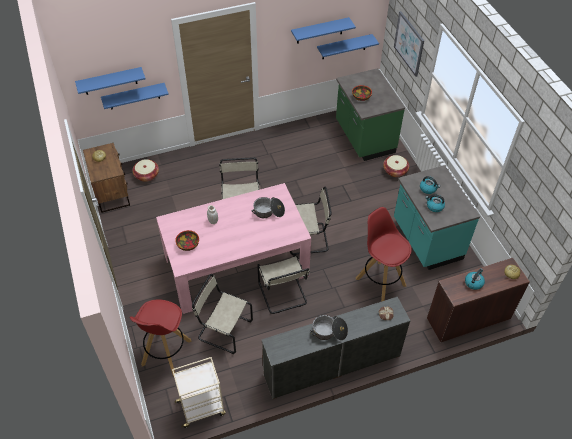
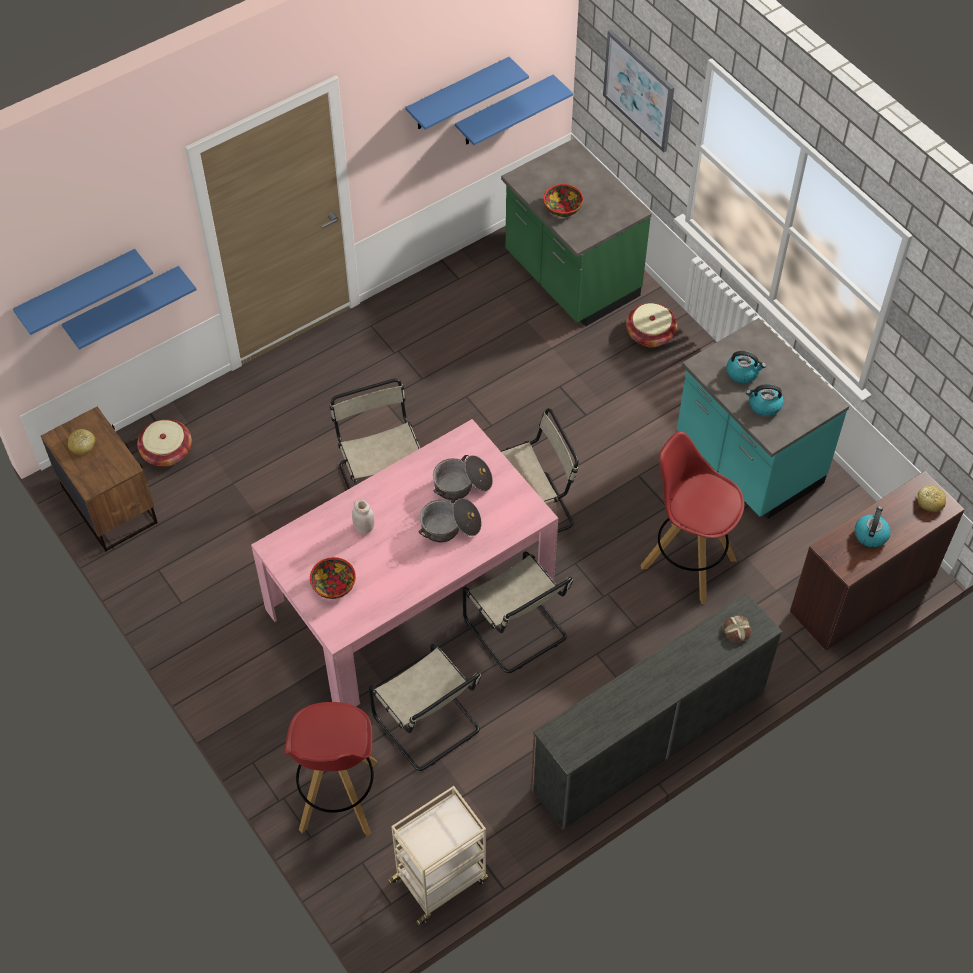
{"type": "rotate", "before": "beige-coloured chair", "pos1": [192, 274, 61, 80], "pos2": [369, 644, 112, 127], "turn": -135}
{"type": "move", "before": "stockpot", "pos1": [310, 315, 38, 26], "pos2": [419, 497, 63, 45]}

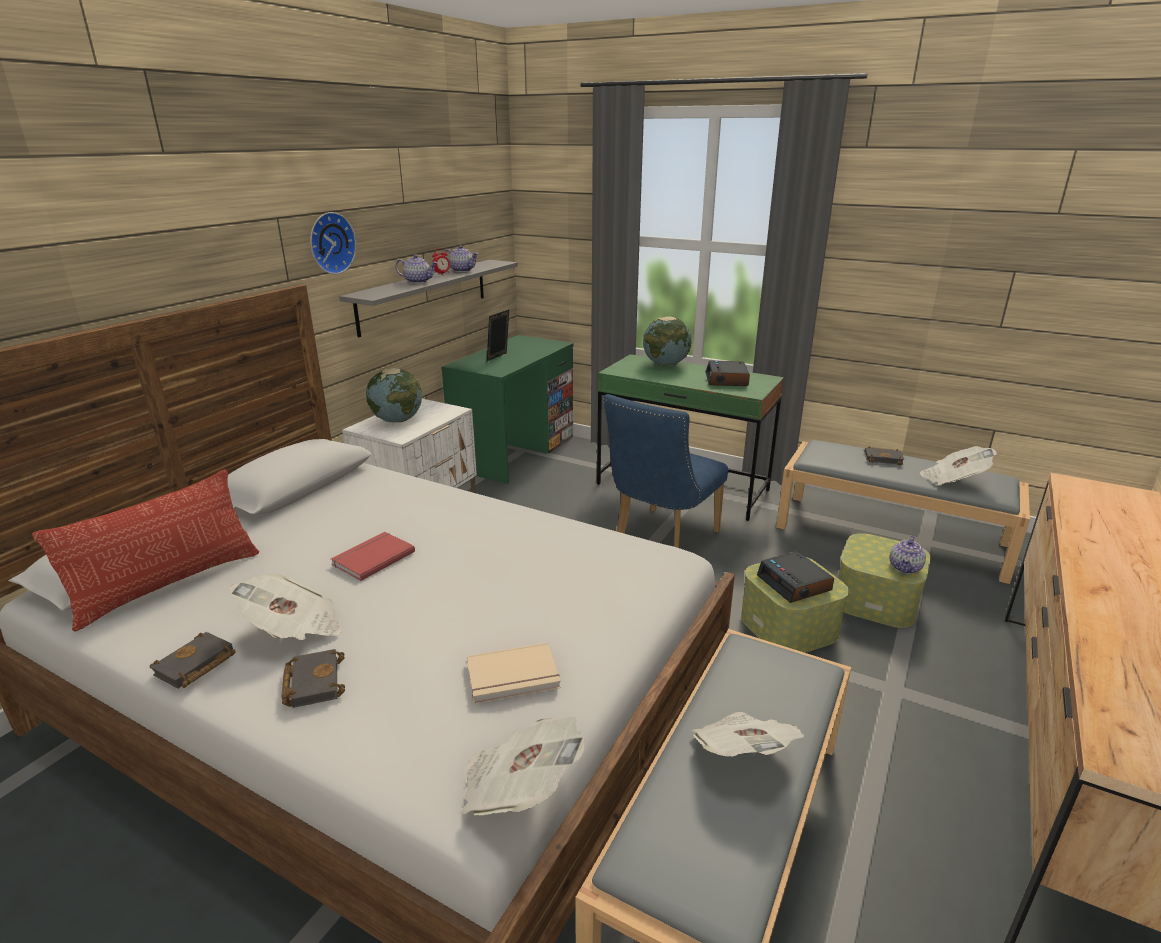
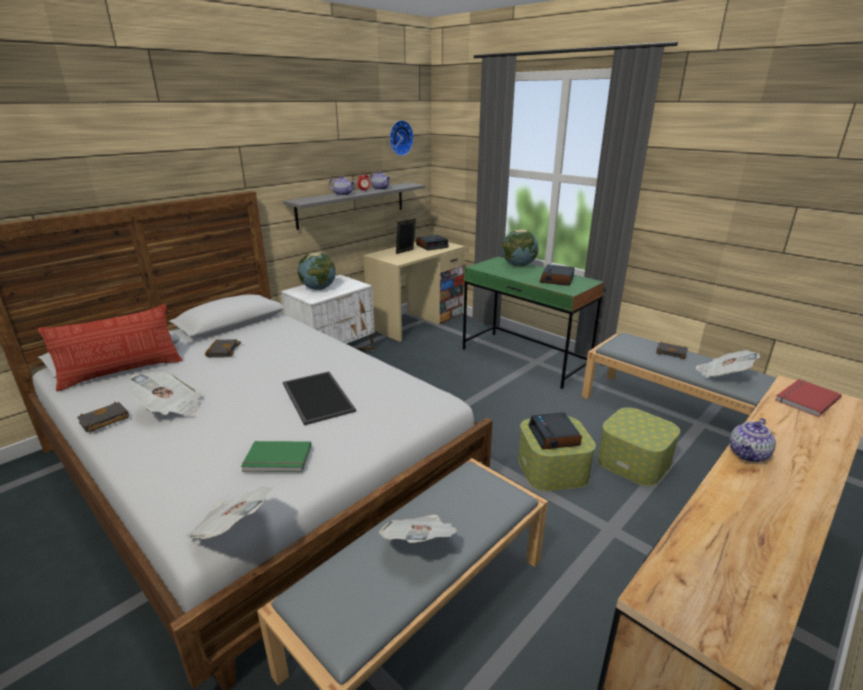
{"type": "move", "before": "hanging clock", "pos1": [310, 212, 46, 62], "pos2": [389, 120, 25, 36]}
{"type": "recolor", "before": "greenish desk unit", "after": "beige-coloured desk unit", "pos1": [441, 335, 132, 149], "pos2": [363, 242, 102, 100]}
{"type": "delete", "before": "bluish chair", "pos1": [603, 394, 125, 154]}
{"type": "move", "before": "reddish volume", "pos1": [331, 532, 84, 49], "pos2": [775, 379, 67, 38]}
{"type": "move", "before": "teapot", "pos1": [889, 536, 37, 38], "pos2": [729, 418, 47, 44]}
{"type": "recolor", "before": "beige-coloured volume", "after": "greenish volume", "pos1": [467, 643, 94, 60], "pos2": [241, 441, 70, 31]}
{"type": "move", "before": "black volume", "pos1": [281, 649, 64, 59], "pos2": [205, 339, 36, 19]}
{"type": "insert", "after": "table clock", "pos2": [416, 235, 33, 16]}
{"type": "insert", "after": "tray", "pos2": [283, 371, 73, 55]}

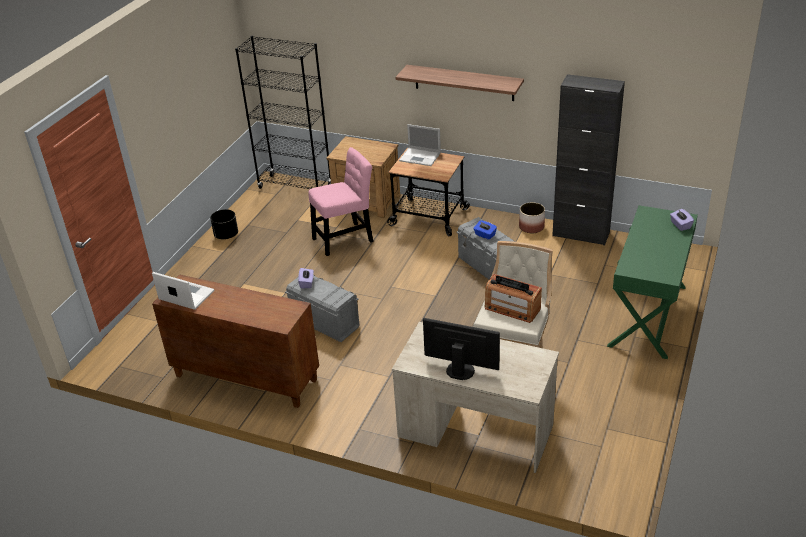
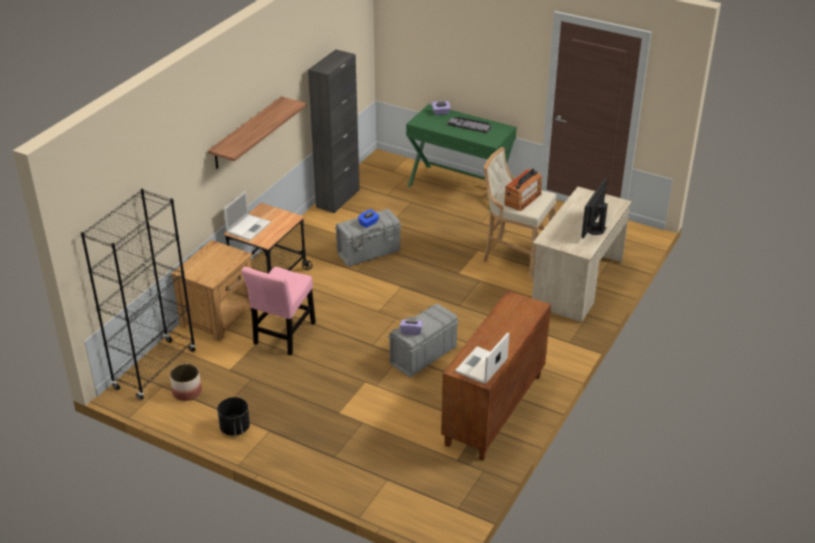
{"type": "rotate", "before": "pink-coloured chair", "pos1": [308, 147, 65, 109], "pos2": [242, 267, 74, 88], "turn": -135}
{"type": "move", "before": "plant pot", "pos1": [519, 202, 26, 31], "pos2": [170, 364, 32, 37]}
{"type": "insert", "after": "keyboard", "pos2": [447, 117, 45, 16]}

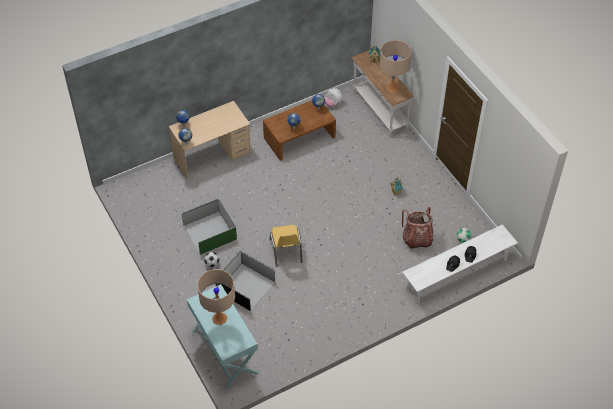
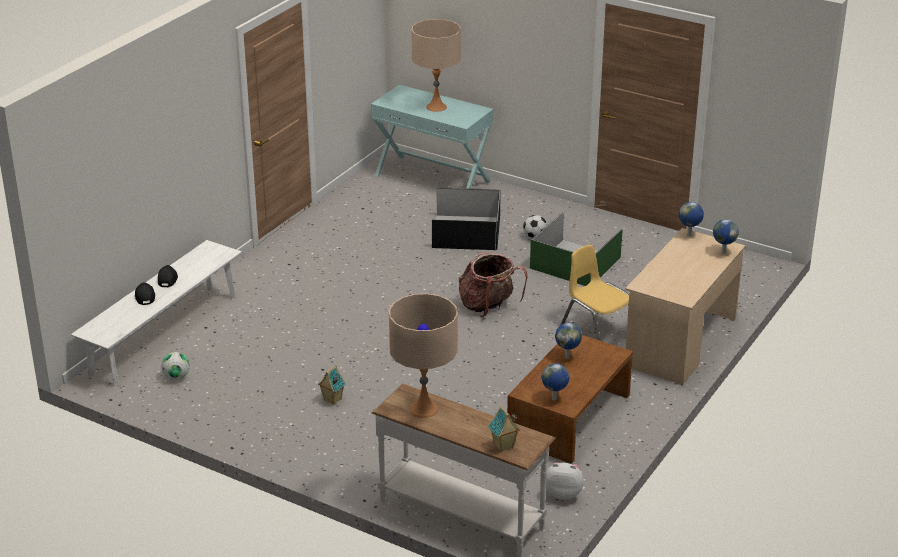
{"type": "move", "before": "knapsack", "pos1": [402, 207, 32, 42], "pos2": [459, 252, 68, 65]}
{"type": "move", "before": "yellow chair", "pos1": [270, 225, 33, 42], "pos2": [560, 245, 69, 96]}

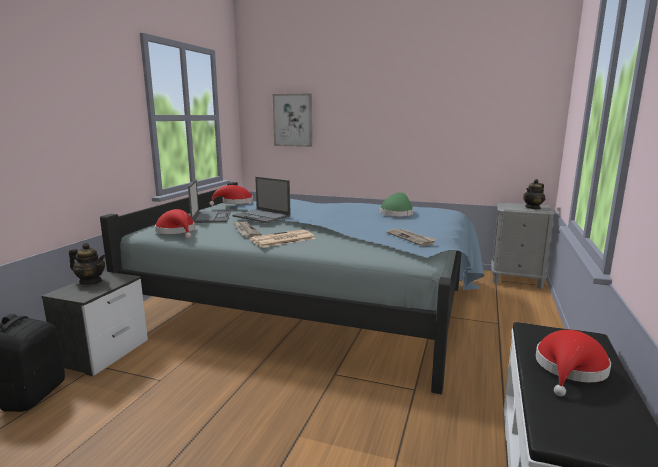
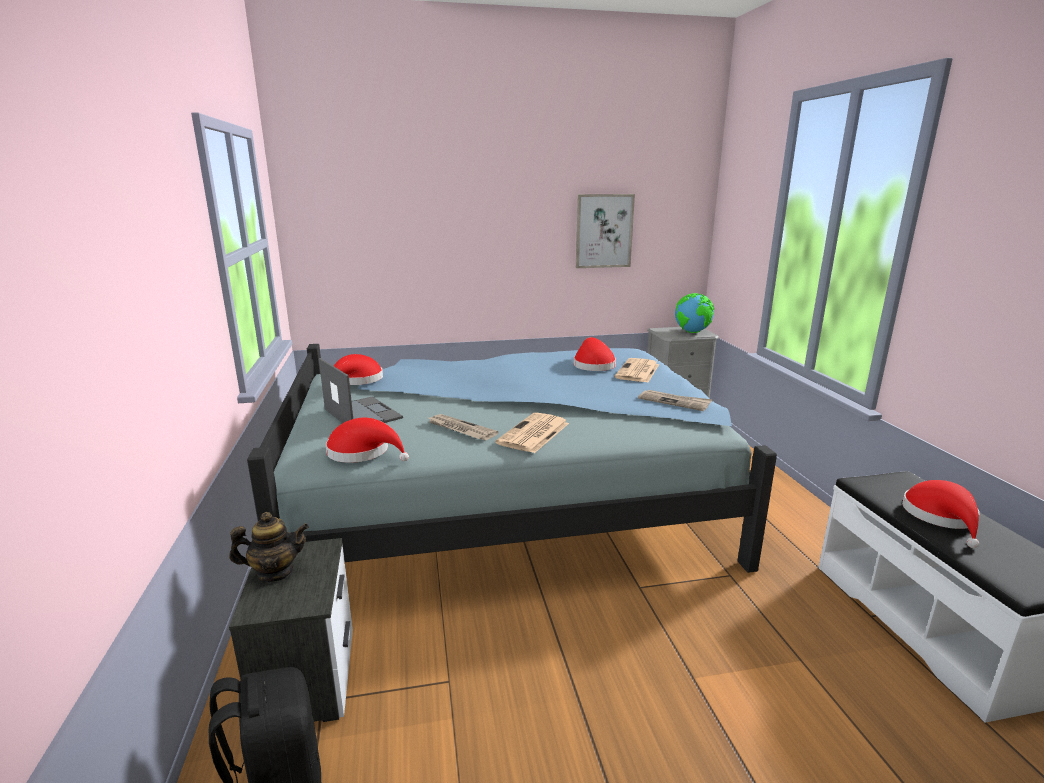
{"type": "move", "before": "wall picture", "pos1": [273, 93, 39, 54], "pos2": [576, 194, 59, 74]}
{"type": "delete", "before": "notebook computer", "pos1": [233, 177, 58, 46]}
{"type": "replace", "before": "teapot", "after": "world globe", "pos1": [523, 179, 22, 30], "pos2": [675, 293, 39, 40]}
{"type": "recolor", "before": "greenish wearable hat", "after": "reddish wearable hat", "pos1": [380, 192, 33, 25], "pos2": [574, 337, 42, 34]}
{"type": "insert", "after": "newspaper", "pos2": [615, 358, 44, 24]}

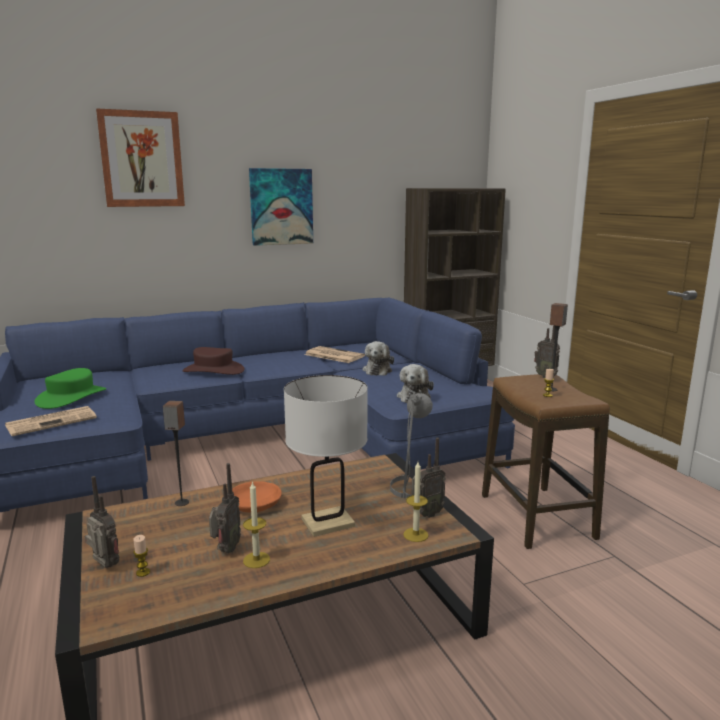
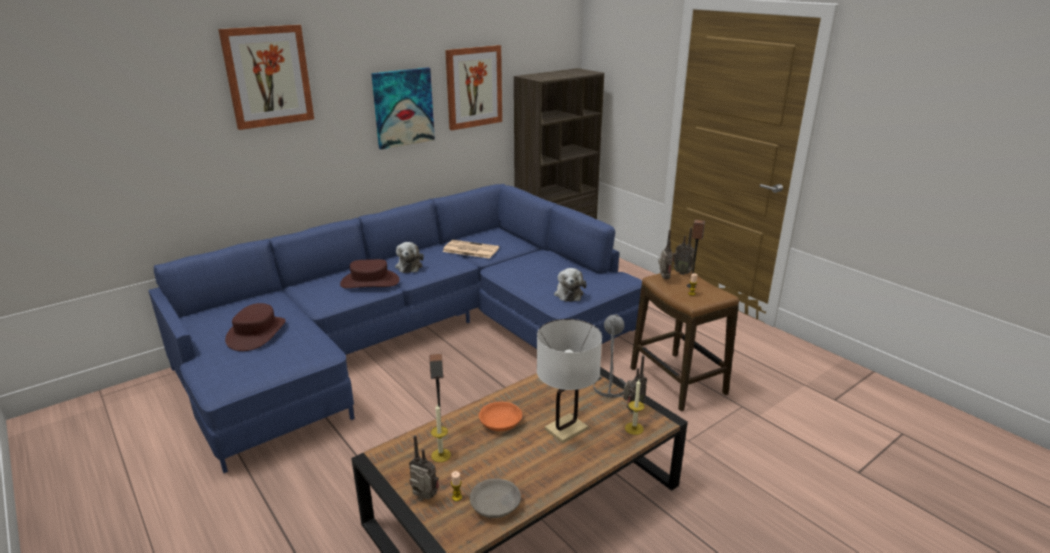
{"type": "move", "before": "soft toy", "pos1": [363, 341, 31, 35], "pos2": [395, 242, 29, 31]}
{"type": "recolor", "before": "greenish wearable hat", "after": "brown wearable hat", "pos1": [35, 368, 71, 41], "pos2": [225, 303, 61, 48]}
{"type": "delete", "before": "newspaper", "pos1": [5, 406, 92, 30]}
{"type": "move", "before": "radio set", "pos1": [209, 463, 32, 90], "pos2": [658, 230, 15, 49]}
{"type": "move", "before": "wax light", "pos1": [243, 481, 27, 87], "pos2": [431, 404, 20, 58]}
{"type": "insert", "after": "wall picture", "pos2": [445, 45, 57, 85]}
{"type": "insert", "after": "greyish bowl", "pos2": [470, 478, 51, 40]}

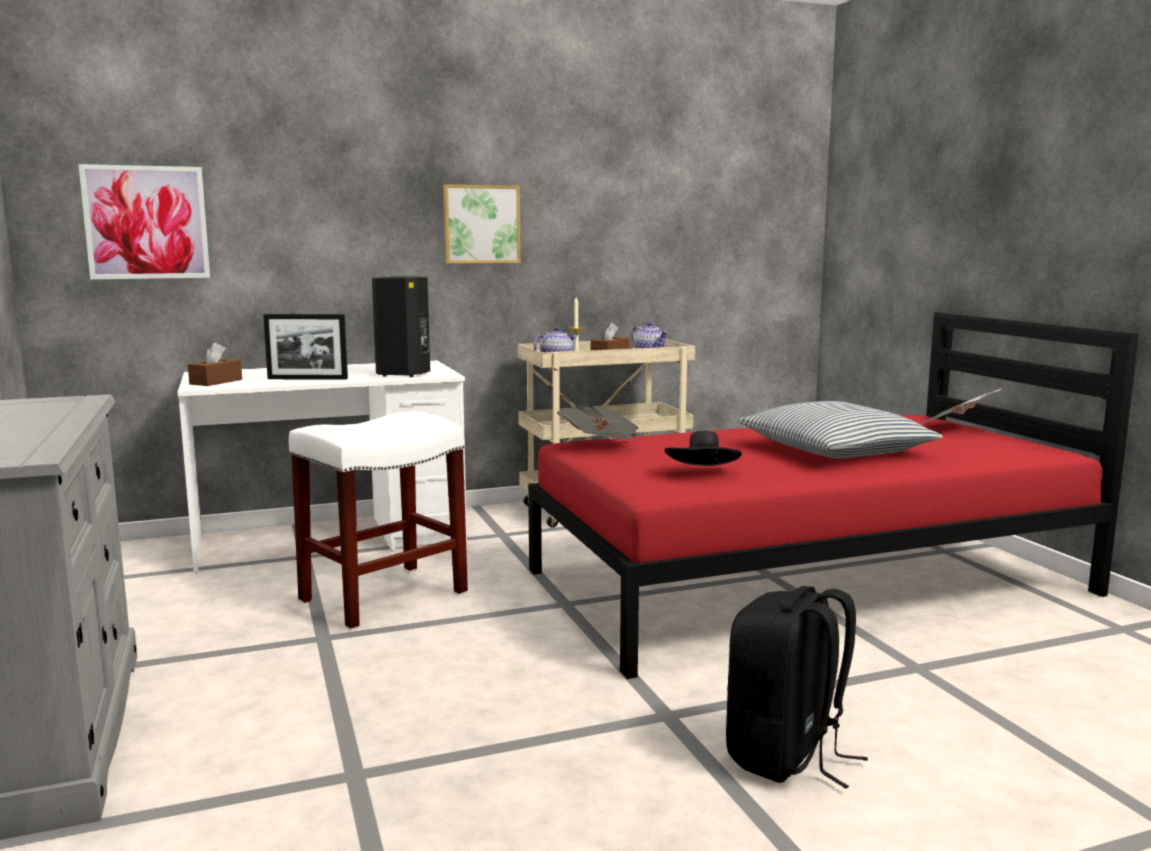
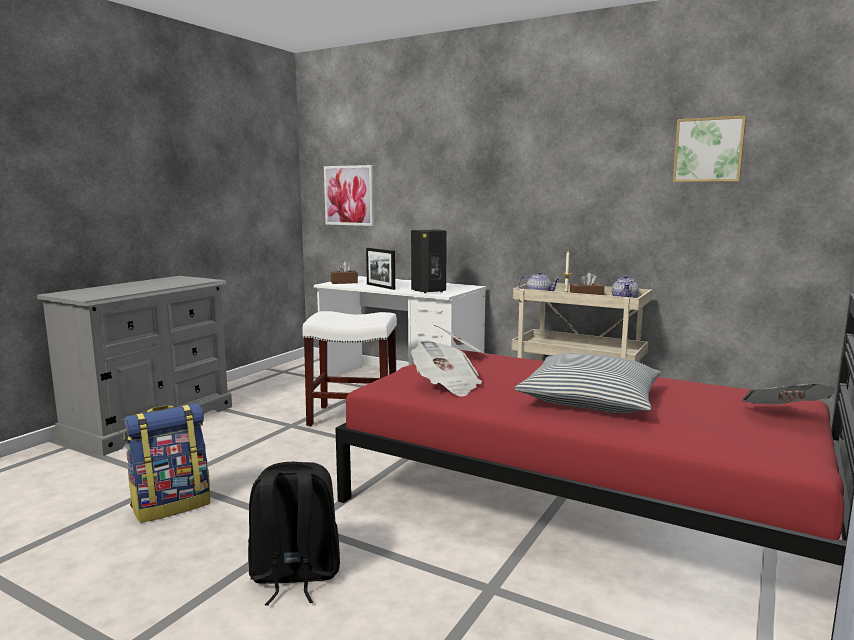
{"type": "move", "before": "wall picture", "pos1": [443, 184, 78, 79], "pos2": [673, 115, 73, 67]}
{"type": "replace", "before": "black wearable hat", "after": "newspaper", "pos1": [665, 431, 77, 35], "pos2": [411, 340, 71, 57]}
{"type": "insert", "after": "knapsack", "pos2": [124, 404, 86, 119]}

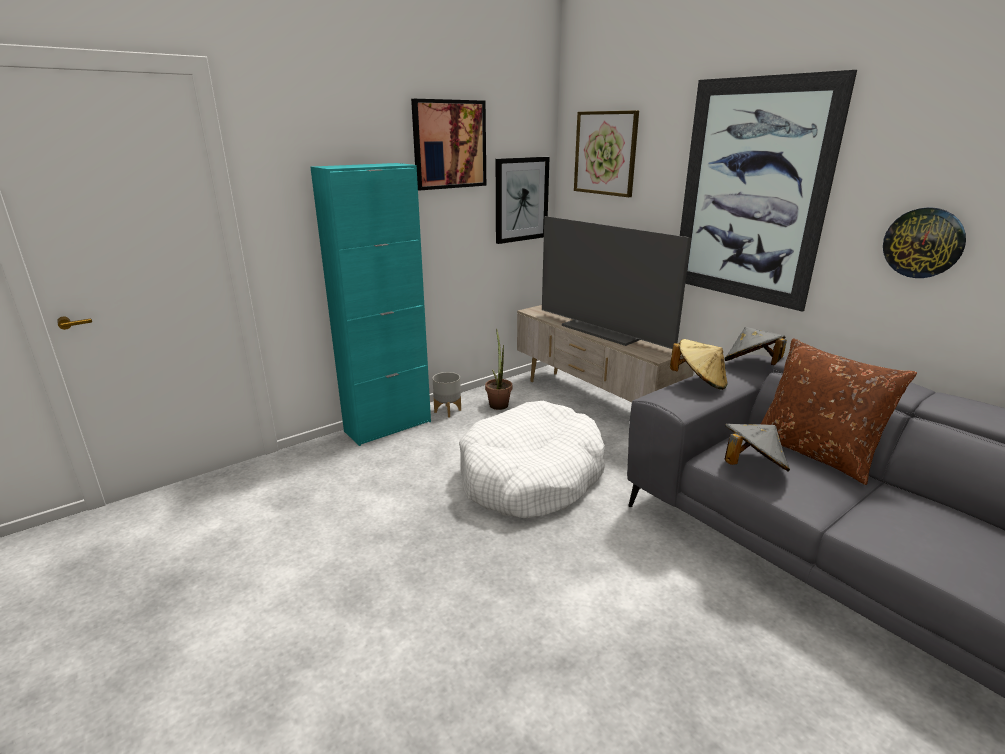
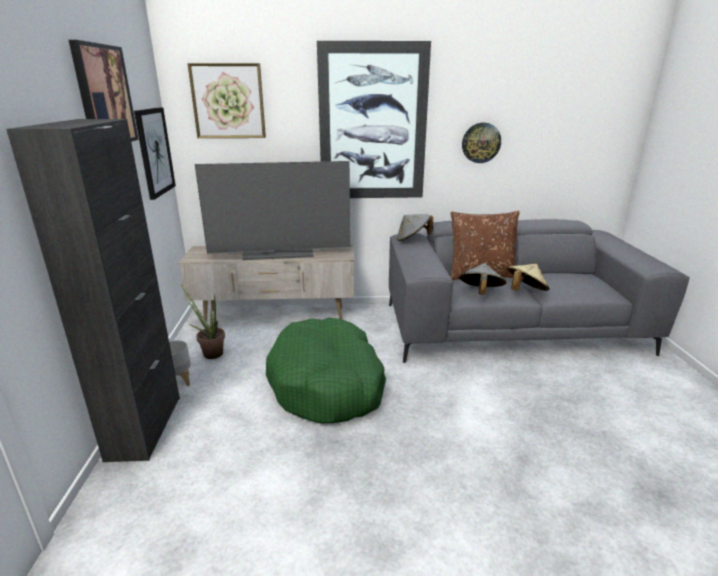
{"type": "recolor", "before": "blue-green cupboard", "after": "black cupboard", "pos1": [310, 163, 121, 283], "pos2": [6, 119, 174, 343]}
{"type": "move", "before": "beige-coloured wearable hat", "pos1": [670, 339, 58, 51], "pos2": [507, 264, 42, 27]}
{"type": "recolor", "before": "white dog bed", "after": "greenish dog bed", "pos1": [459, 401, 146, 117], "pos2": [266, 318, 120, 106]}

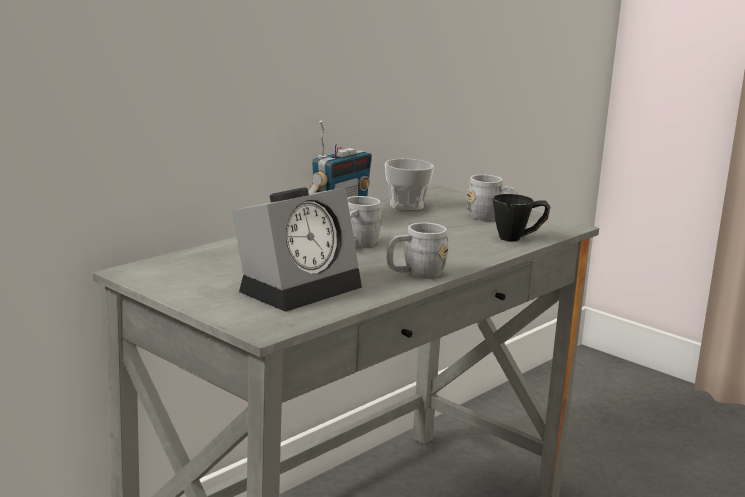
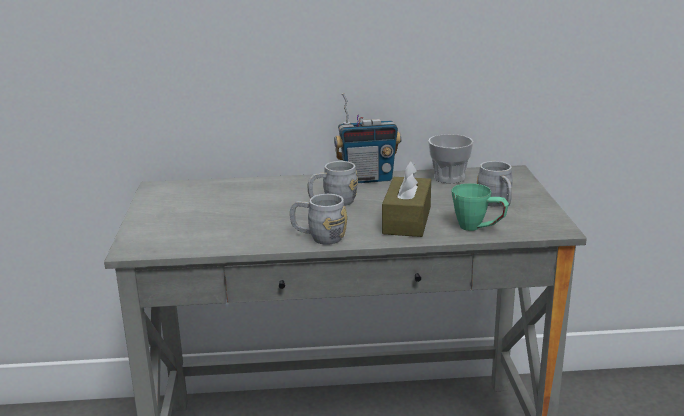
{"type": "delete", "before": "table clock", "pos1": [232, 188, 130, 124]}
{"type": "recolor", "before": "black coffee mug", "after": "greenish coffee mug", "pos1": [493, 194, 58, 47], "pos2": [452, 183, 57, 48]}
{"type": "insert", "after": "brown tissue holder", "pos2": [382, 161, 49, 76]}

